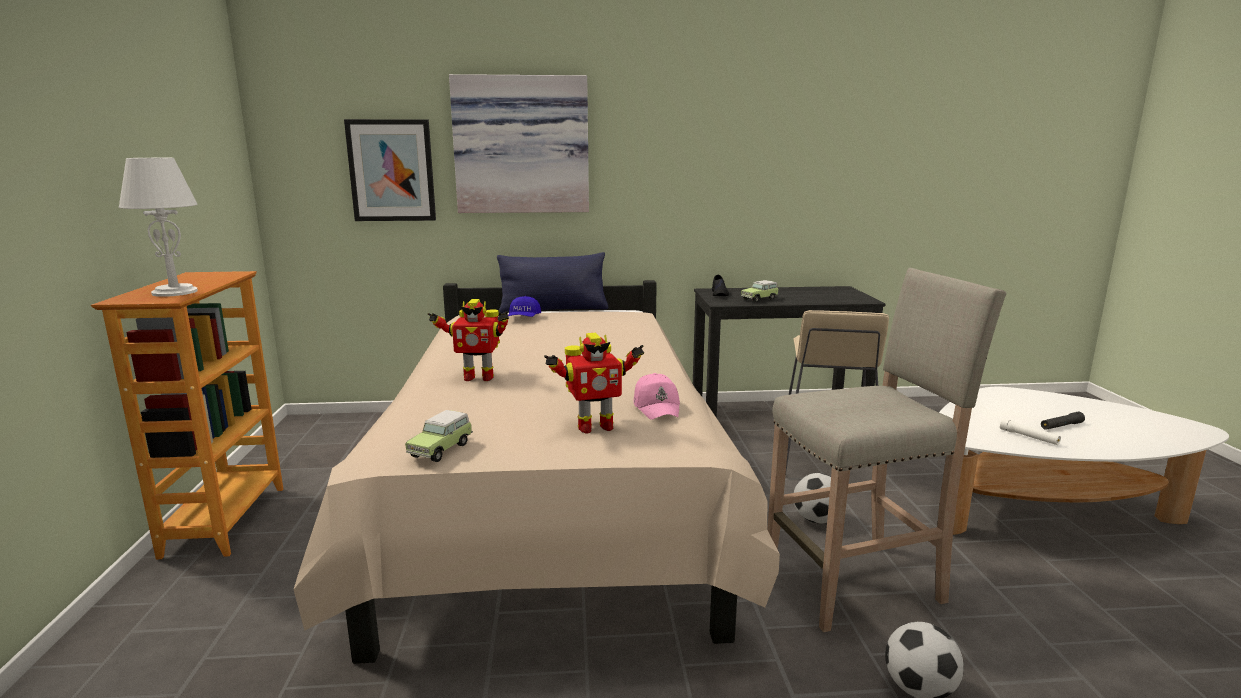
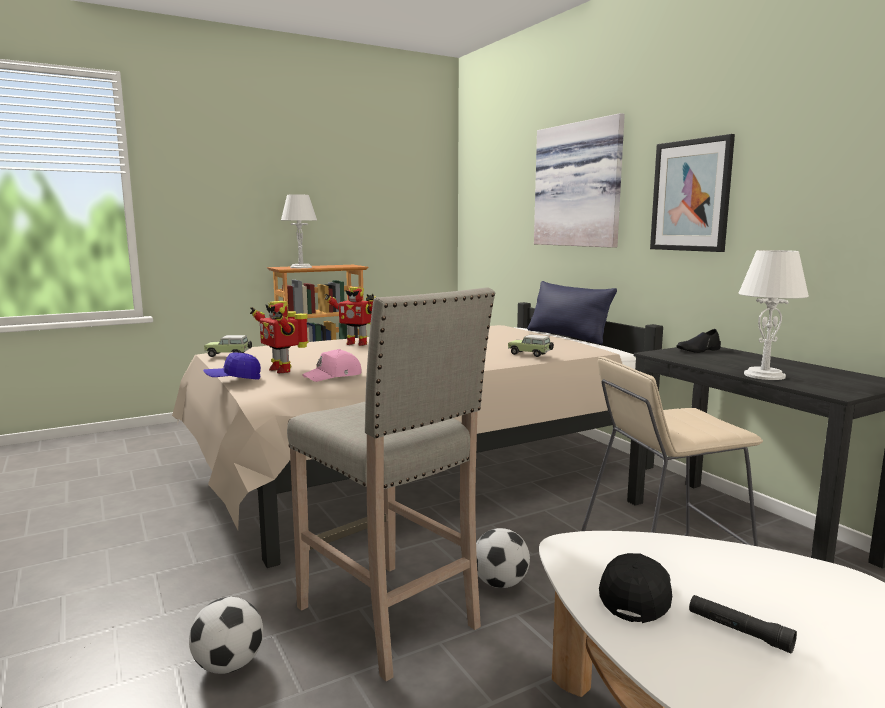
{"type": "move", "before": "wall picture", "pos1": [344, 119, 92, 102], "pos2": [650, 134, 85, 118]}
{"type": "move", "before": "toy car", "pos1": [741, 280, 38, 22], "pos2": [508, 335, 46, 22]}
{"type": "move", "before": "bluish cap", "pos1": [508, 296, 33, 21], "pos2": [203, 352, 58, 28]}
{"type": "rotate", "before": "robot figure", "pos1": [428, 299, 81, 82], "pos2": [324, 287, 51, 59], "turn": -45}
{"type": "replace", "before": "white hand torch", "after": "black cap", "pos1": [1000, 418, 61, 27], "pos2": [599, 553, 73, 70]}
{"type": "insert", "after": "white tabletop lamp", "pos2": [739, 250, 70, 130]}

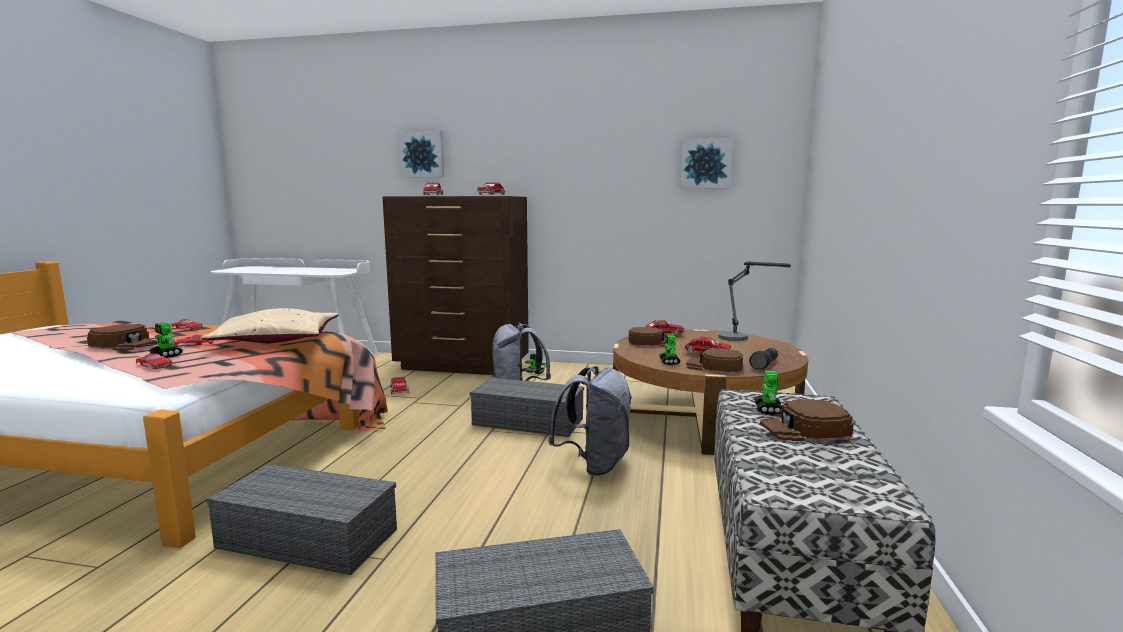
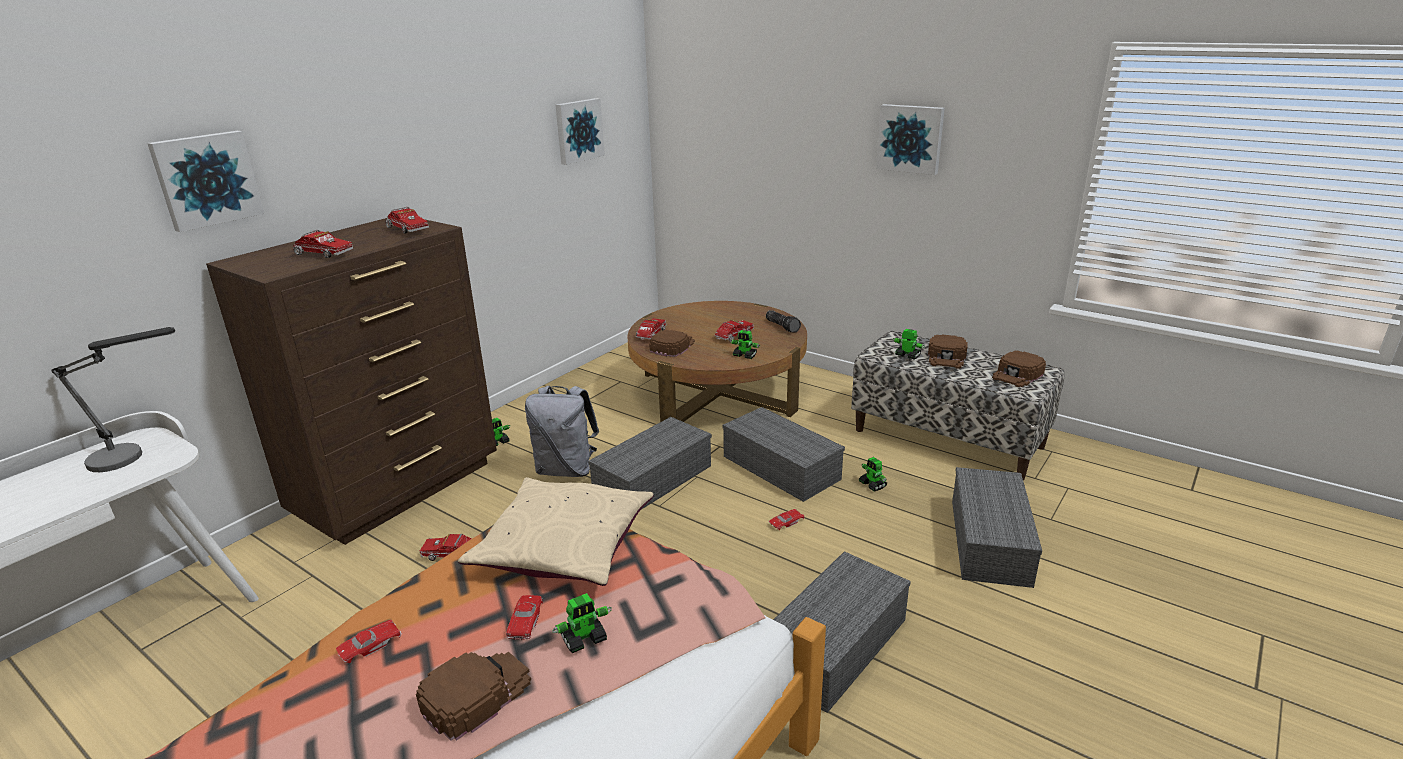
{"type": "move", "before": "tabletop lamp", "pos1": [718, 262, 73, 79], "pos2": [51, 327, 124, 145]}
{"type": "move", "before": "brown cap", "pos1": [686, 348, 57, 26], "pos2": [992, 350, 54, 37]}
{"type": "move", "before": "reddish toy car", "pos1": [136, 353, 36, 16], "pos2": [769, 509, 36, 21]}
{"type": "replace", "before": "greyish knapsack", "after": "greyish storage bin", "pos1": [548, 366, 84, 110], "pos2": [722, 407, 123, 95]}
{"type": "insert", "after": "wall picture", "pos2": [876, 104, 69, 71]}
{"type": "insert", "after": "robot figure", "pos2": [859, 457, 28, 34]}

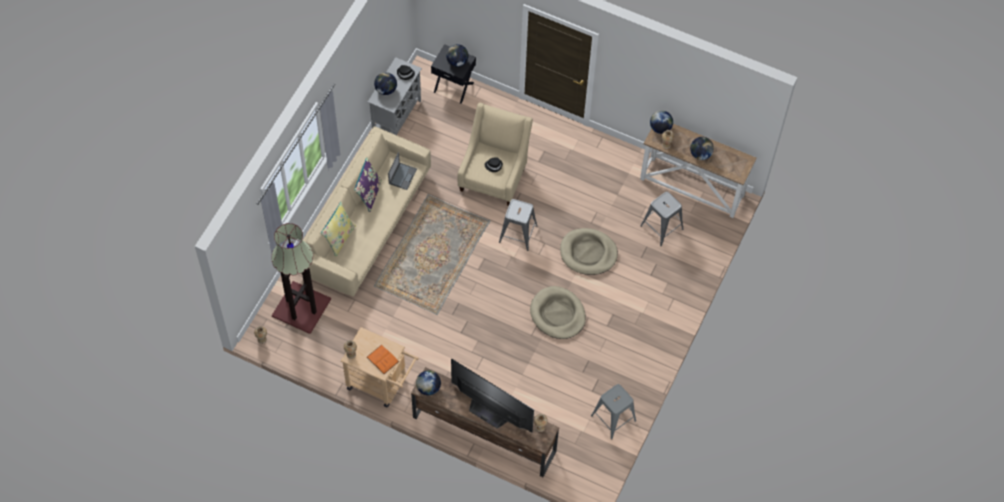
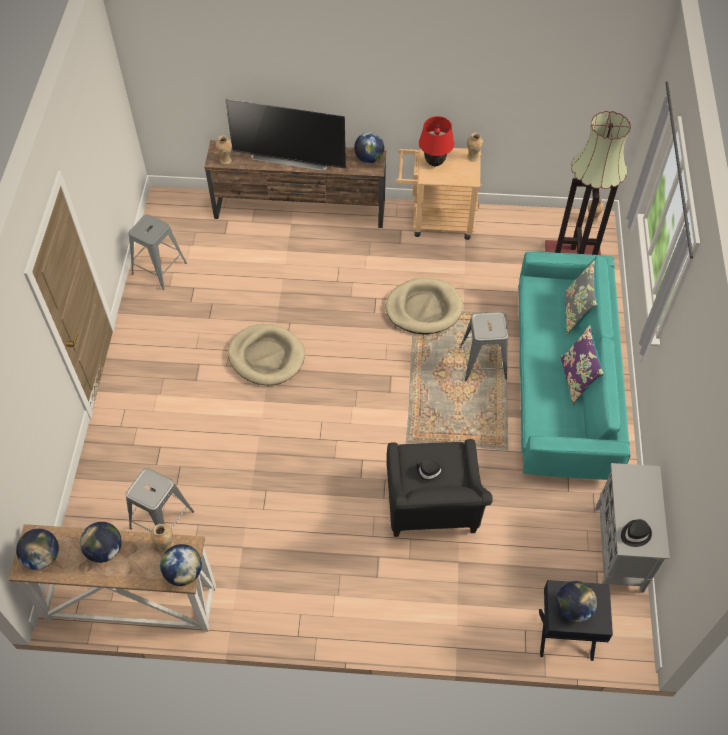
{"type": "move", "before": "world globe", "pos1": [374, 72, 23, 23], "pos2": [16, 529, 43, 41]}
{"type": "recolor", "before": "beige-coloured easy chair", "after": "black easy chair", "pos1": [458, 103, 75, 103], "pos2": [387, 439, 106, 98]}
{"type": "recolor", "before": "beige-coloured couch", "after": "blue-green couch", "pos1": [301, 126, 130, 171], "pos2": [519, 252, 112, 228]}
{"type": "delete", "before": "notebook computer", "pos1": [388, 152, 29, 38]}
{"type": "move", "before": "greyish sitting stool", "pos1": [499, 199, 38, 52], "pos2": [460, 312, 48, 70]}
{"type": "recolor", "before": "yellow pillow", "after": "greyish pillow", "pos1": [321, 202, 35, 55], "pos2": [565, 260, 32, 74]}
{"type": "move", "before": "beige-coloured dog bed", "pos1": [560, 228, 58, 47], "pos2": [386, 278, 77, 56]}
{"type": "replace", "before": "orange volume", "after": "reddish tabletop lamp", "pos1": [366, 345, 33, 29], "pos2": [419, 116, 35, 50]}

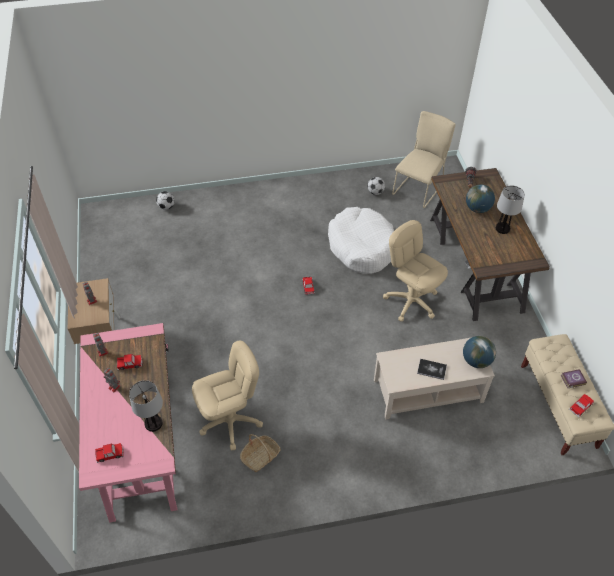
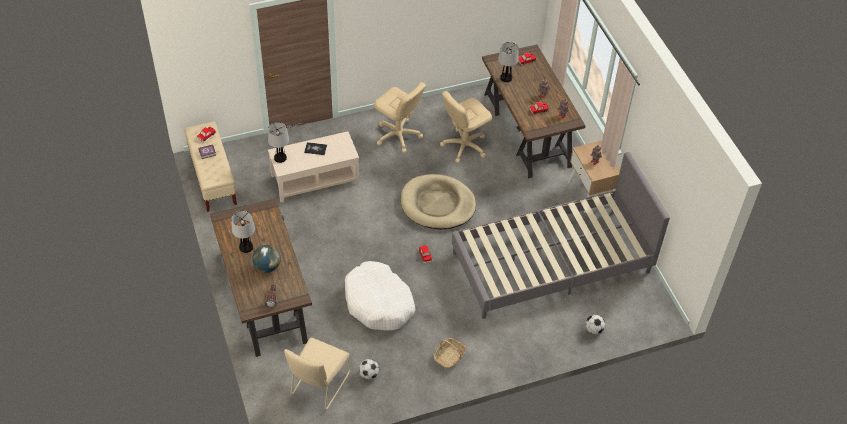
{"type": "move", "before": "beige-coloured office chair", "pos1": [383, 220, 65, 102], "pos2": [374, 82, 52, 71]}
{"type": "recolor", "before": "pink-coloured desk unit", "after": "brown desk unit", "pos1": [79, 323, 98, 200], "pos2": [482, 44, 104, 134]}
{"type": "replace", "before": "world globe", "after": "tabletop lamp", "pos1": [463, 336, 33, 32], "pos2": [268, 122, 21, 41]}
{"type": "move", "before": "household basket", "pos1": [240, 434, 41, 38], "pos2": [434, 338, 32, 31]}
{"type": "insert", "after": "greyish bed", "pos2": [452, 152, 218, 167]}
{"type": "insert", "after": "beige-coloured dog bed", "pos2": [401, 174, 75, 55]}

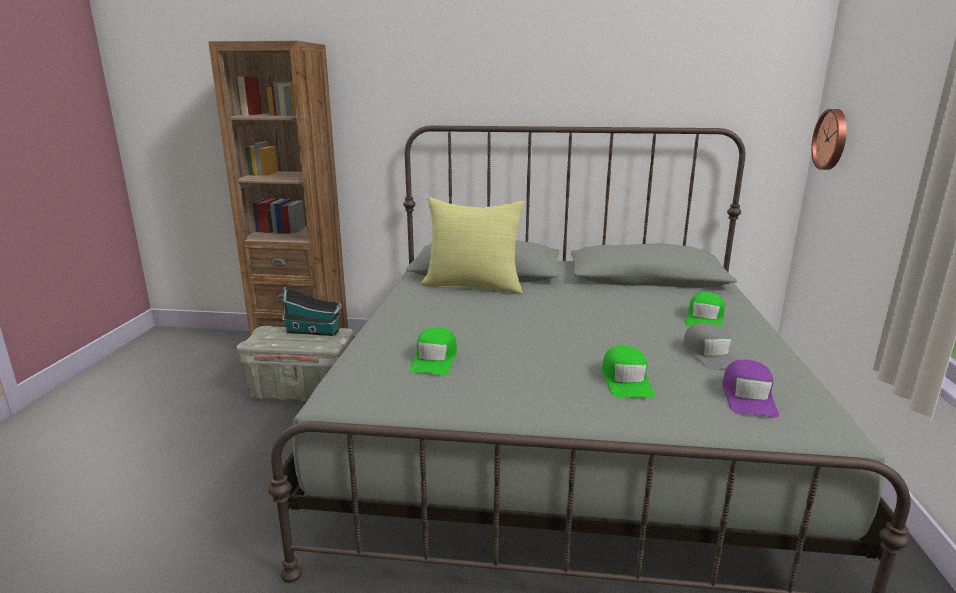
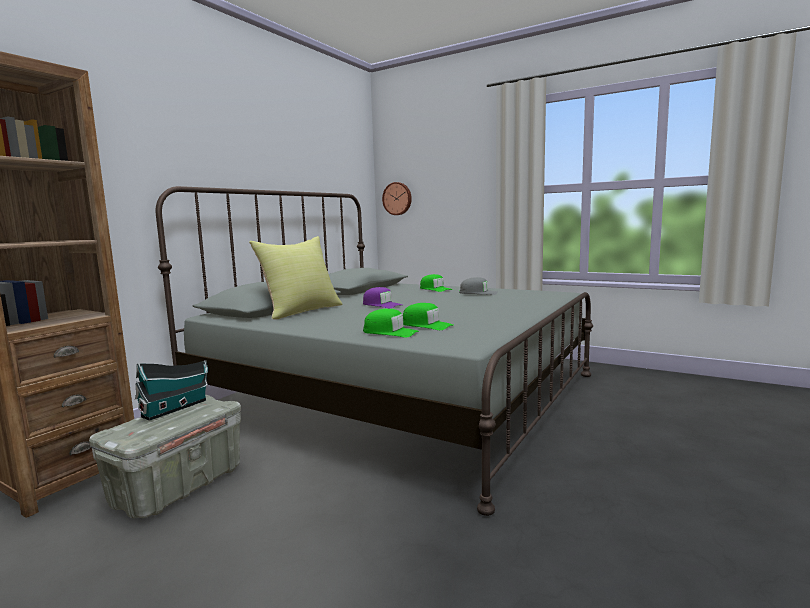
{"type": "move", "before": "greenish cap", "pos1": [602, 345, 53, 53], "pos2": [363, 309, 56, 29]}
{"type": "move", "before": "purple-coloured cap", "pos1": [722, 360, 57, 58], "pos2": [363, 287, 39, 21]}

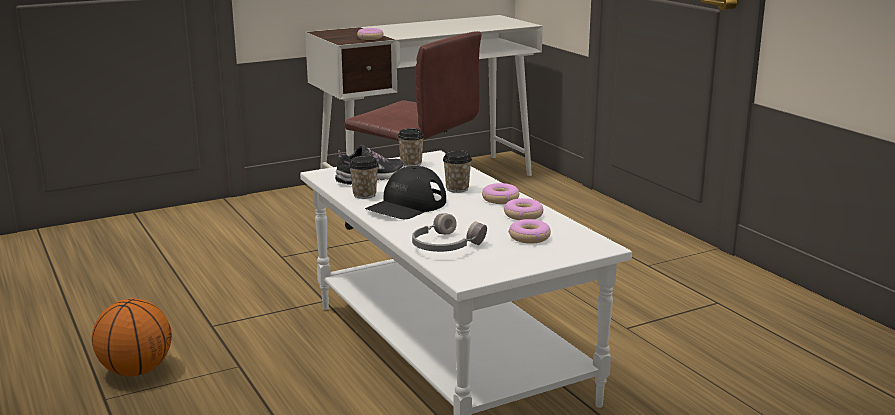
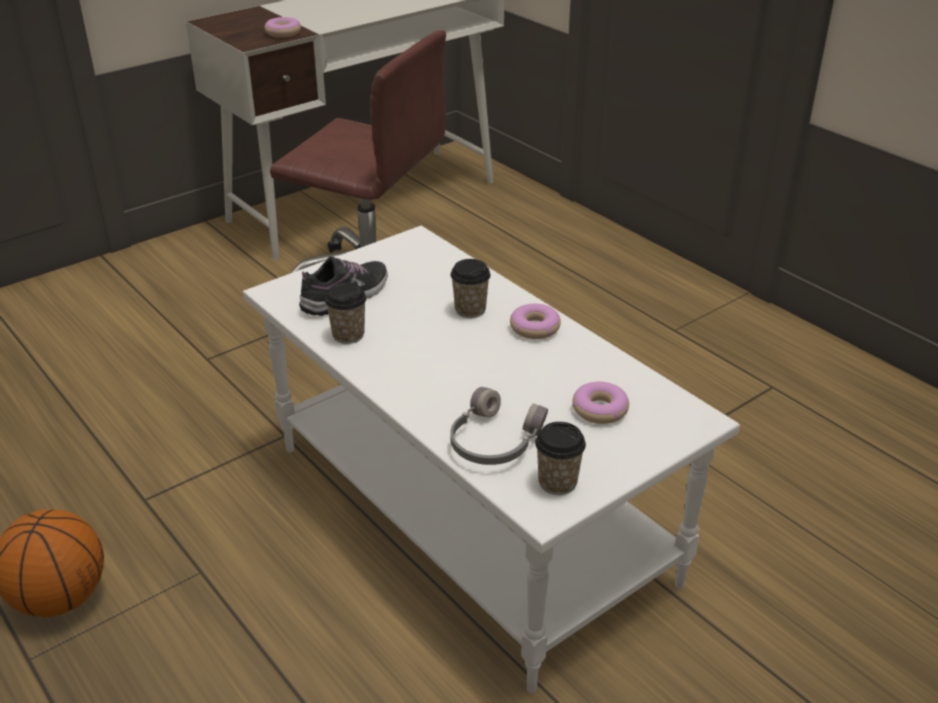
{"type": "move", "before": "small cup", "pos1": [398, 128, 26, 39], "pos2": [535, 422, 51, 73]}
{"type": "delete", "before": "black cap", "pos1": [365, 166, 81, 53]}
{"type": "delete", "before": "ring doughnut", "pos1": [504, 198, 39, 22]}

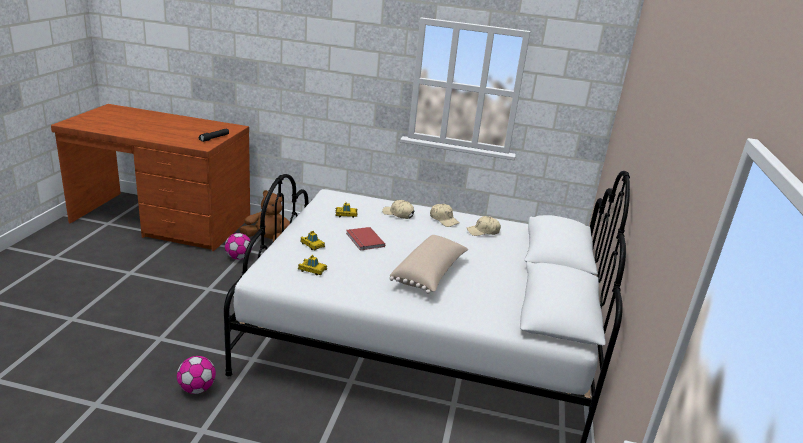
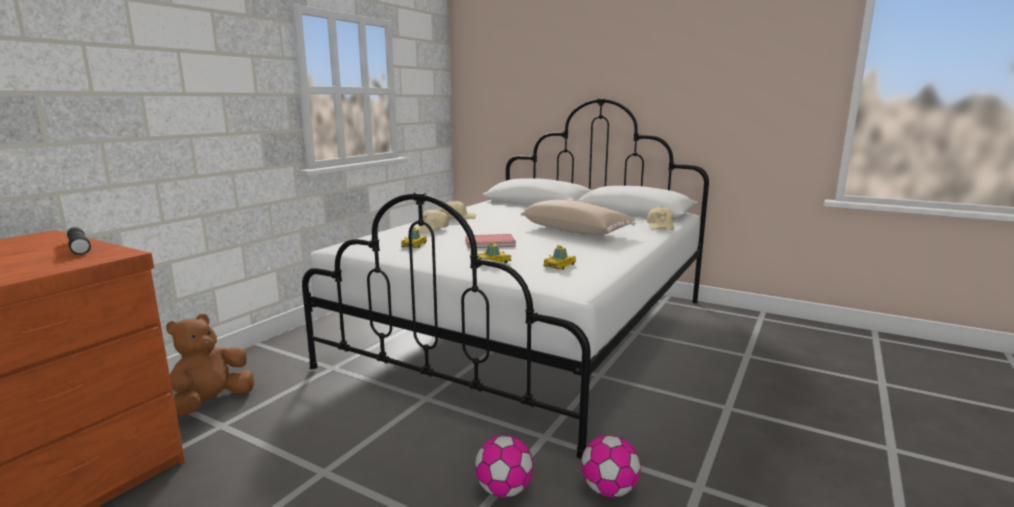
{"type": "move", "before": "beige-coloured cap", "pos1": [467, 216, 34, 20], "pos2": [647, 206, 27, 24]}
{"type": "move", "before": "football ball", "pos1": [225, 233, 27, 27], "pos2": [475, 435, 58, 63]}

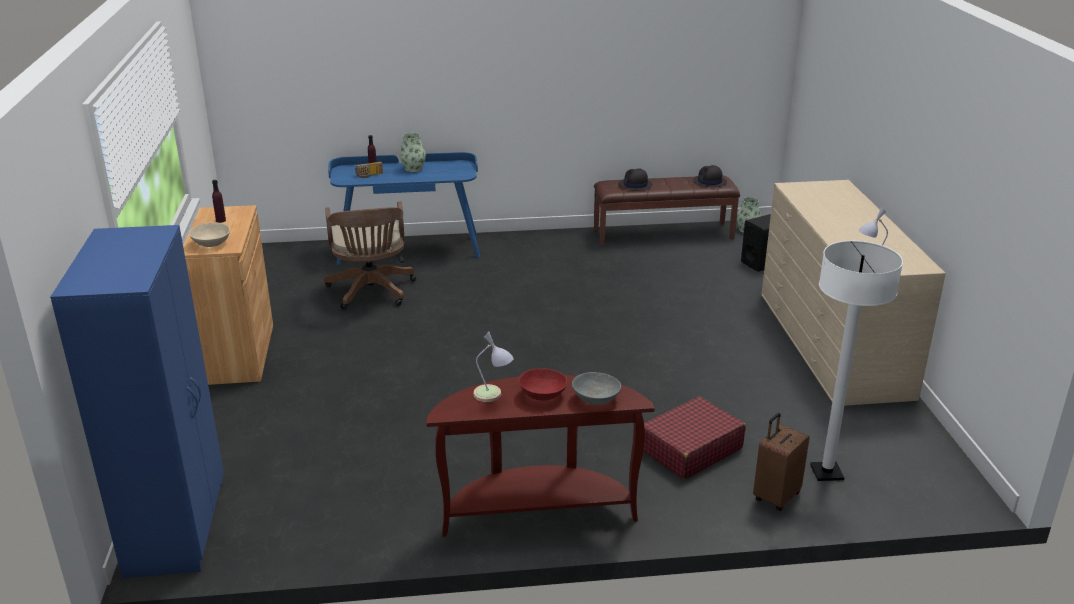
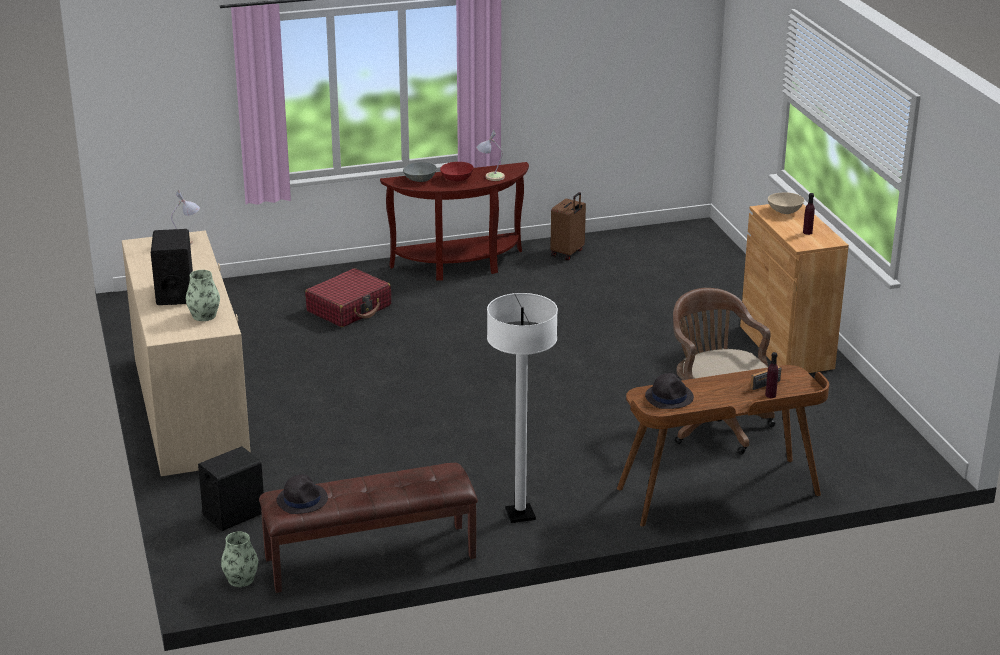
{"type": "move", "before": "flower vase", "pos1": [400, 133, 26, 39], "pos2": [186, 270, 34, 51]}
{"type": "recolor", "before": "bluish desk unit", "after": "brown desk unit", "pos1": [328, 152, 152, 113], "pos2": [617, 365, 212, 162]}
{"type": "move", "before": "black wearable hat", "pos1": [619, 168, 34, 23], "pos2": [645, 373, 49, 36]}
{"type": "delete", "before": "bluish armoire", "pos1": [50, 225, 174, 353]}
{"type": "move", "before": "white standard lamp", "pos1": [810, 241, 93, 240], "pos2": [487, 293, 71, 230]}
{"type": "move", "before": "brown travel case", "pos1": [753, 413, 57, 98], "pos2": [550, 192, 36, 68]}
{"type": "insert", "after": "black audio speaker", "pos2": [151, 229, 42, 76]}

